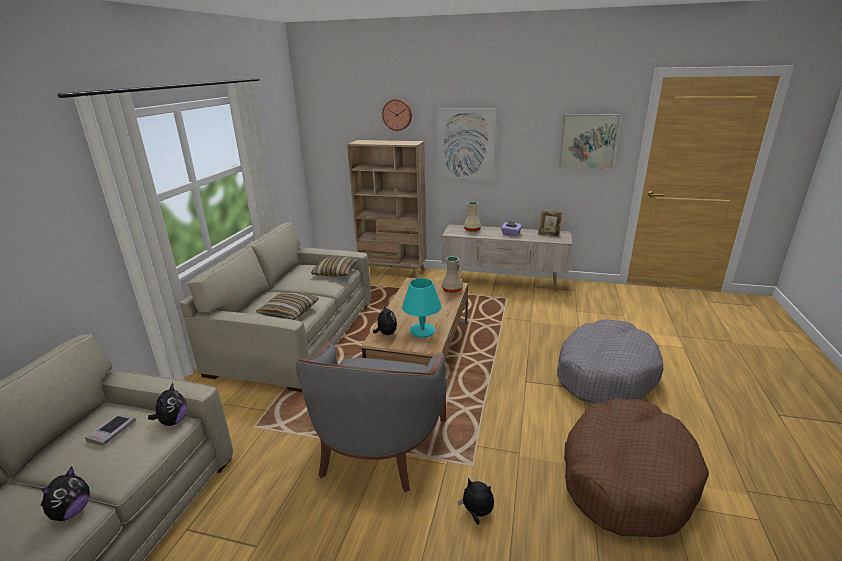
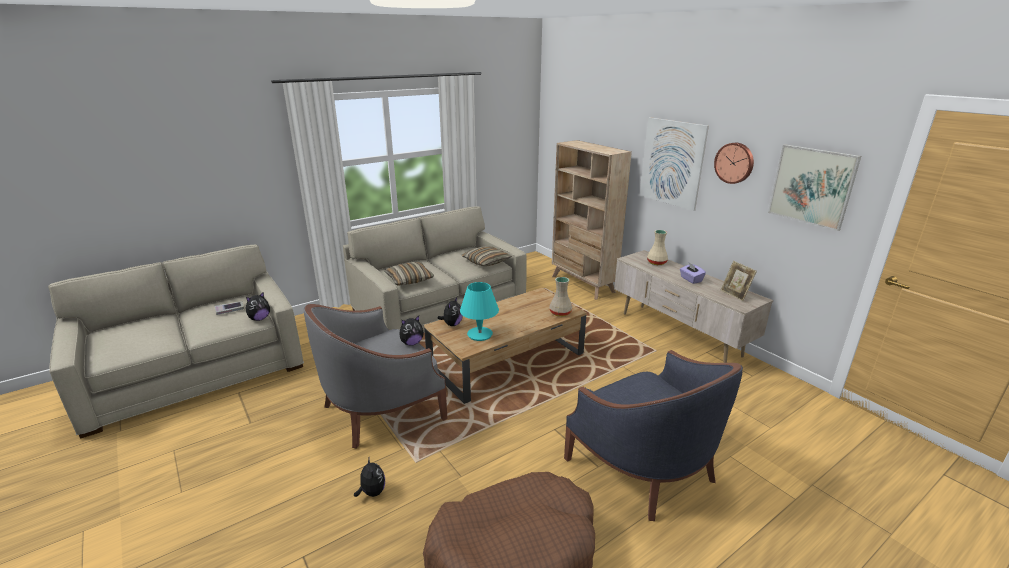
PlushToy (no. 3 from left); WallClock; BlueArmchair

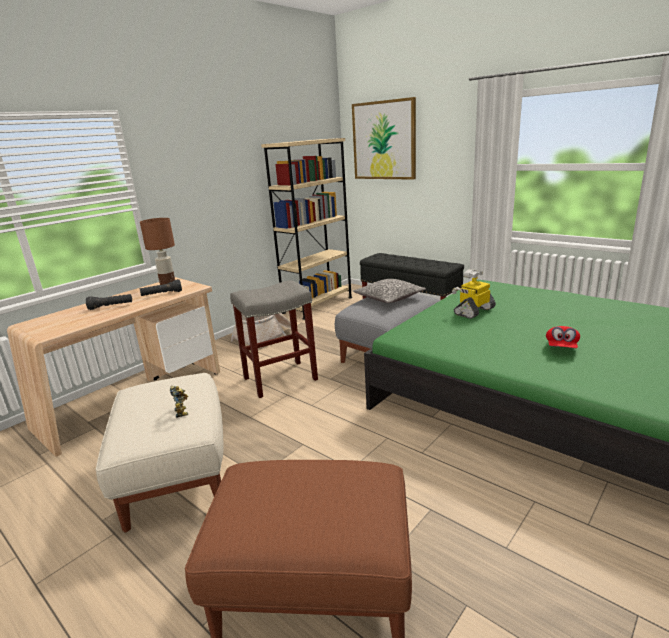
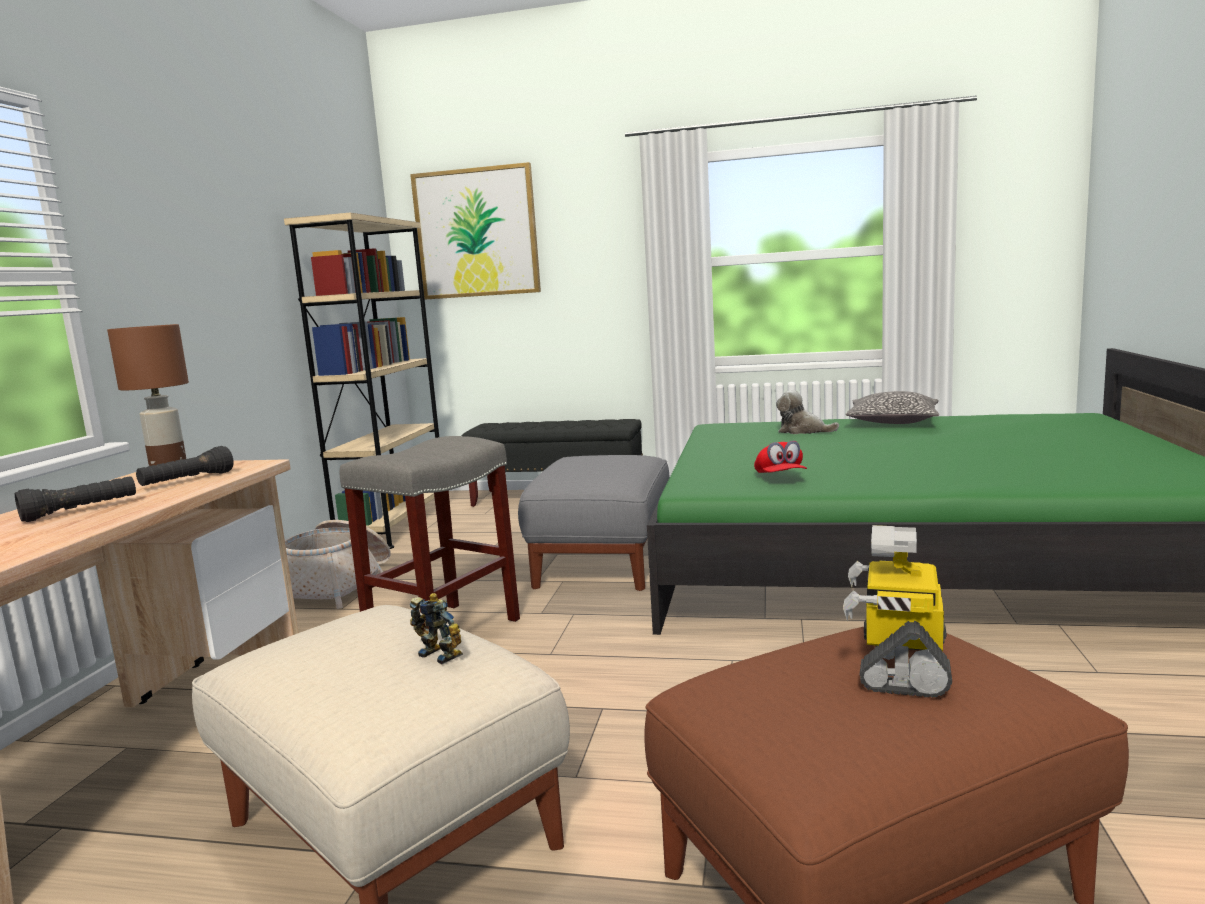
PlushToy; Pillow; ToyRobot (no. 2 from left); RedCap

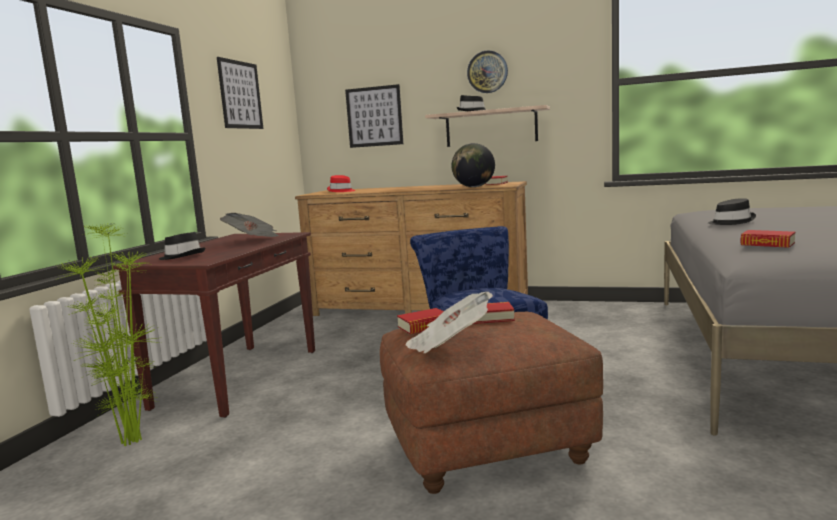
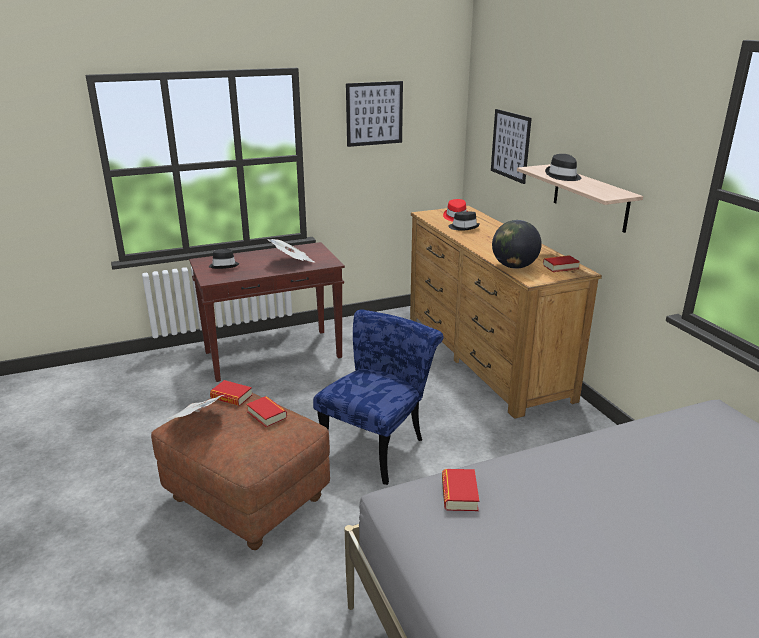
PottedPlant; WallClock; BlackHat (no. 2 from left)

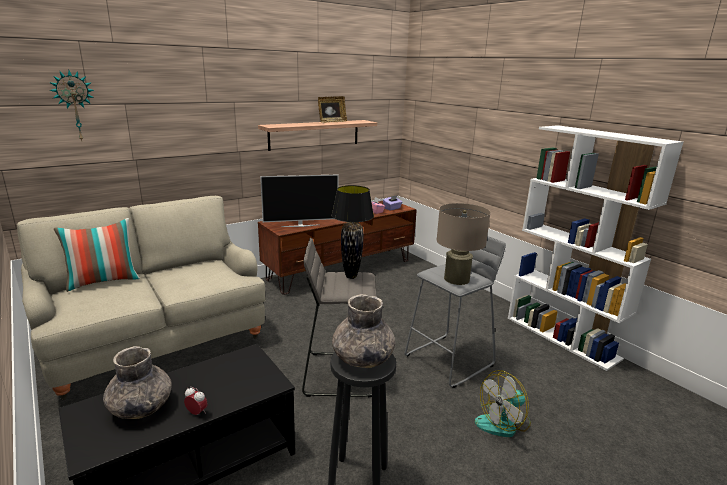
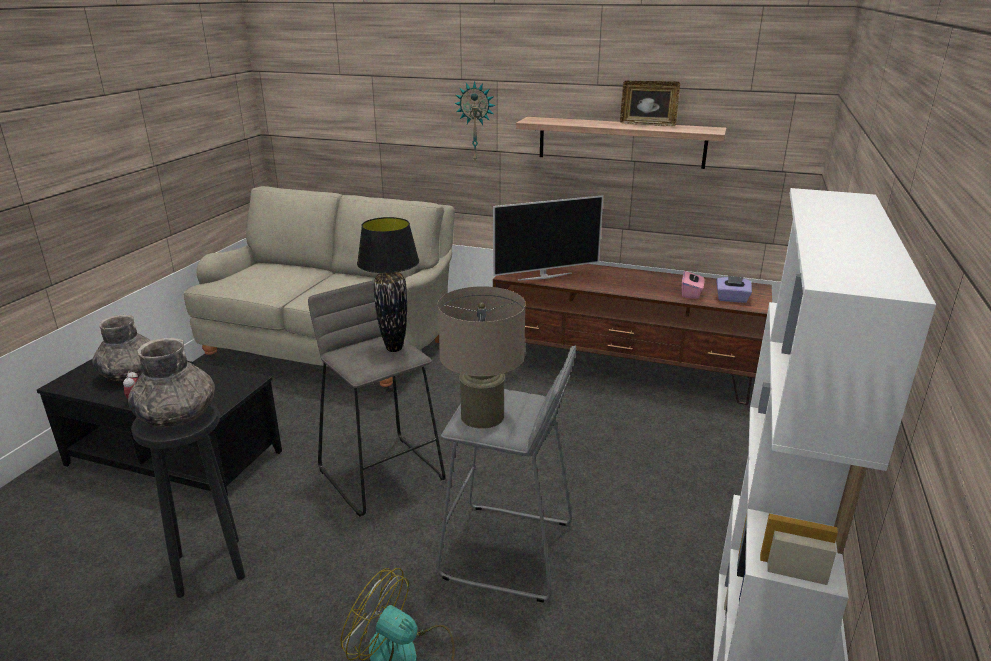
Pillow; WallClock; Television

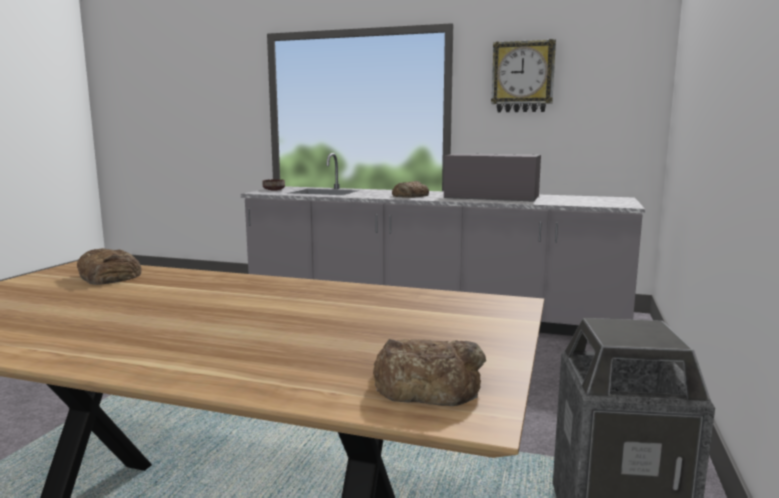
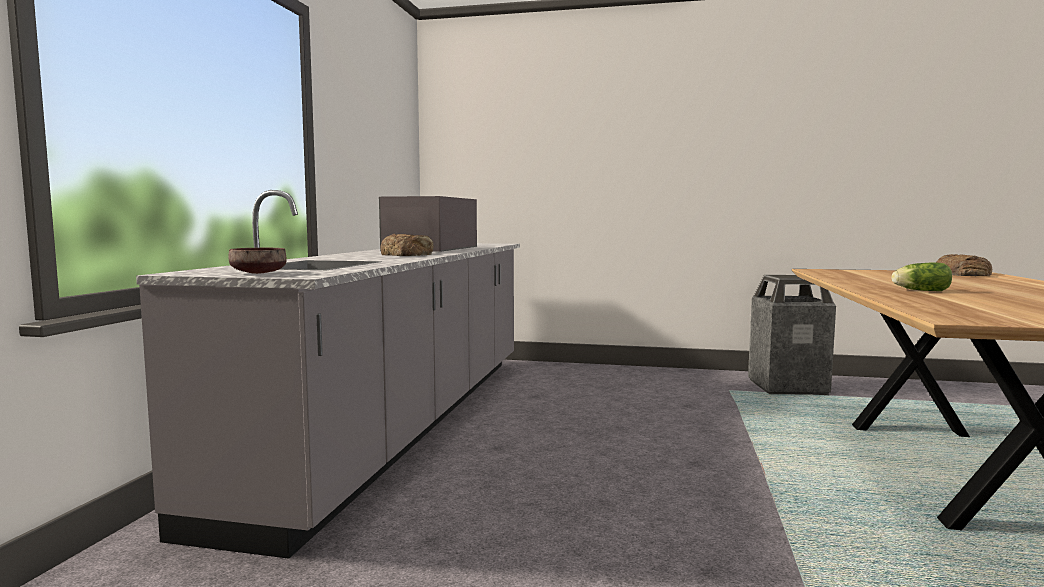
Bread (no. 1 from left in the first image); WallClock; Lettuce

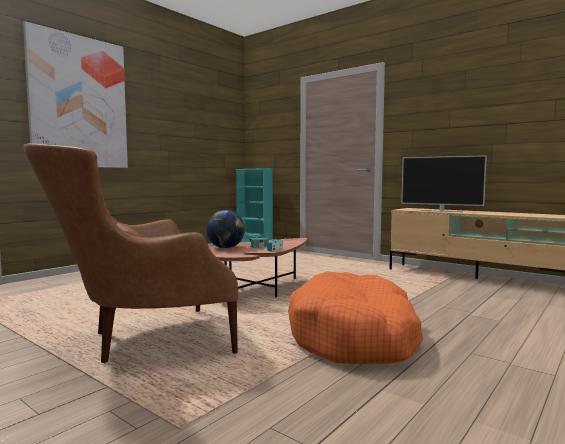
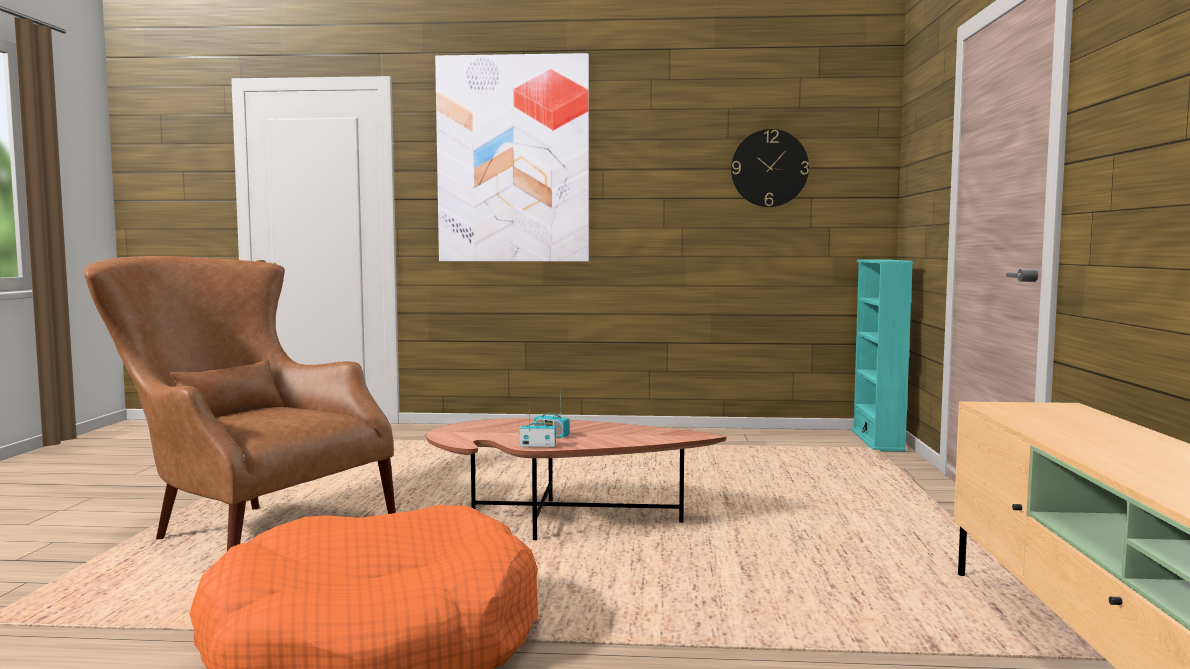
Globe; Television; WallClock

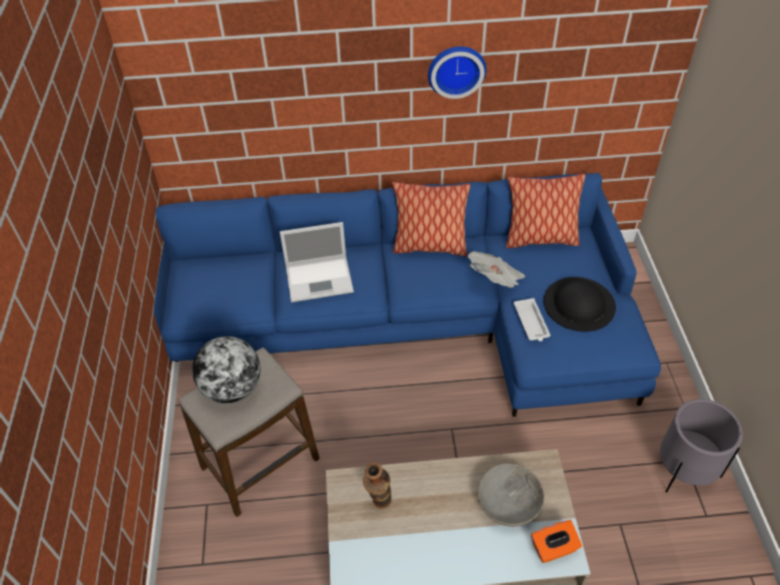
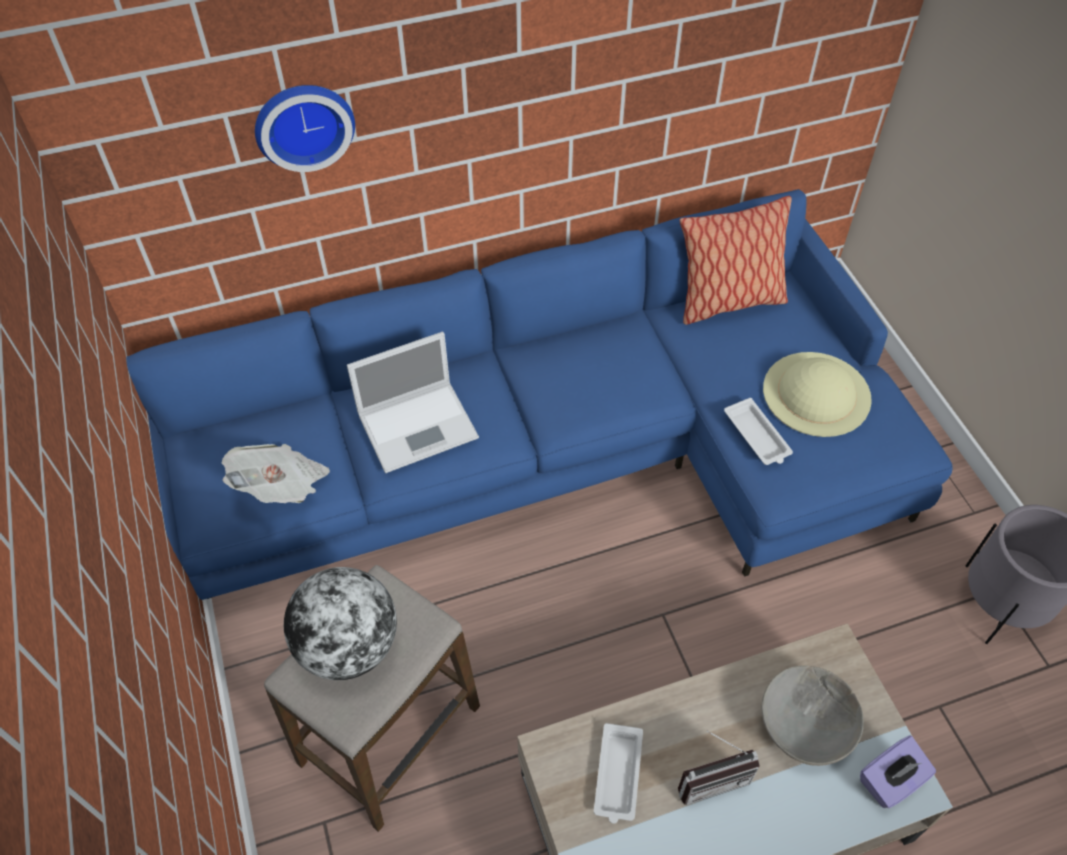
Pillow (no. 1 from left in the first image); Radio; WallClock; Newspaper; WhiteTray (no. 1 from left); PurpleTissueBox; BeigeHat

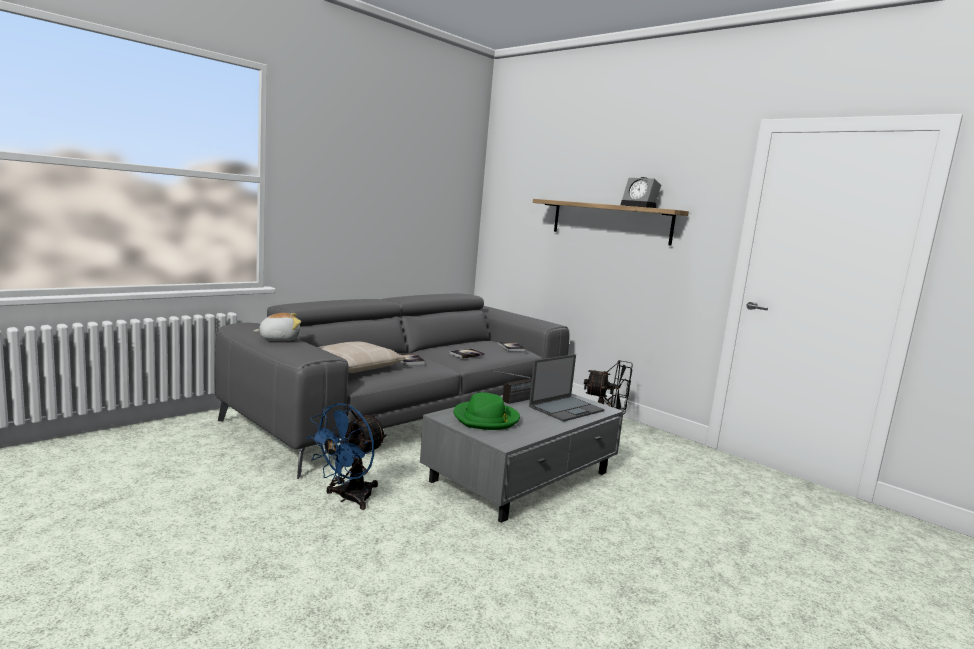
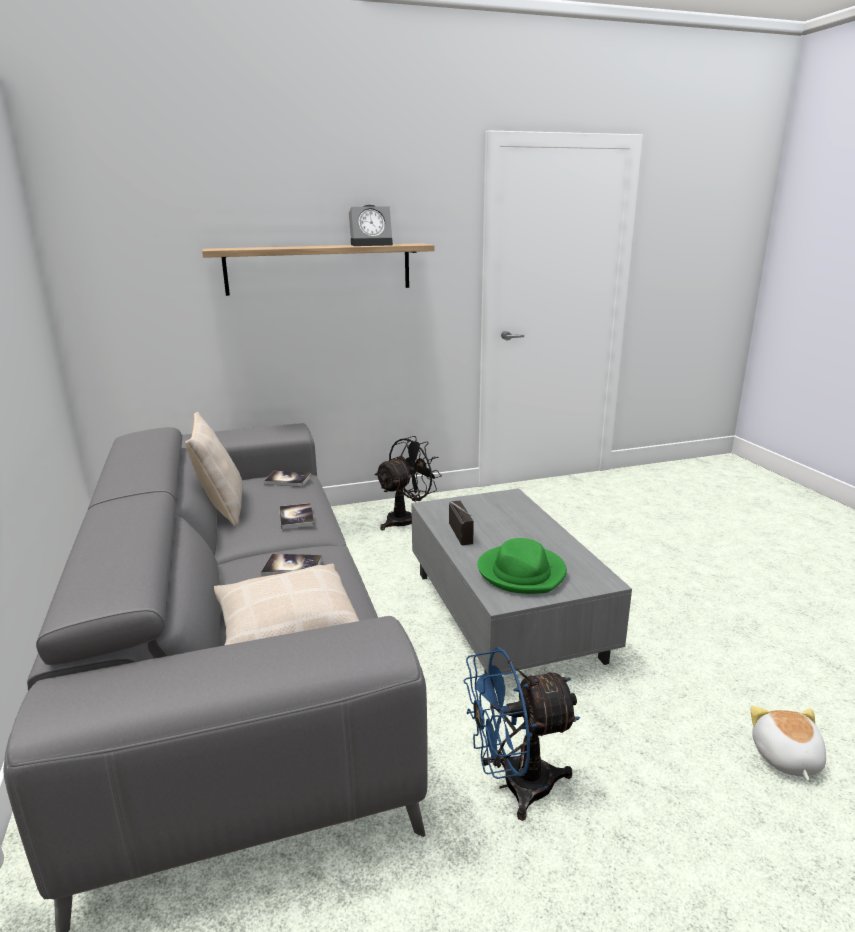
Laptop; BeigePillow (no. 1 from left); PlushToy; BlueFan

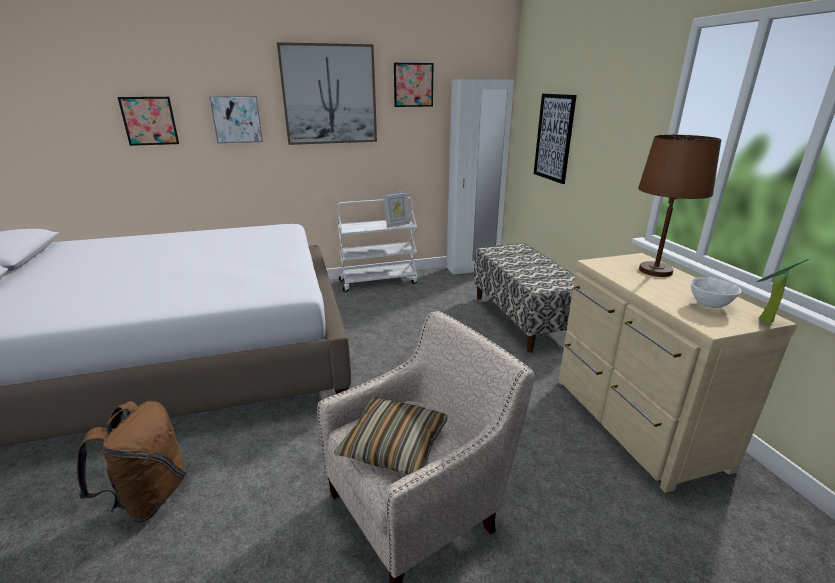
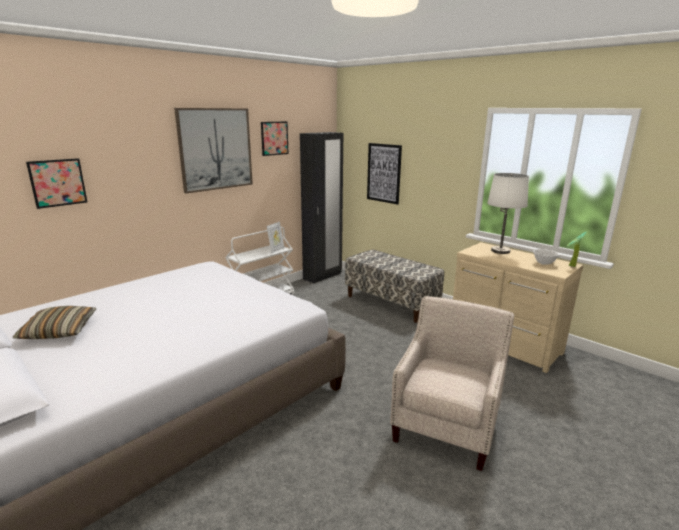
BrownBackpack; Picture (no. 2 from left in the first image); Pillow; BlackWardrobe; WhiteTableLamp

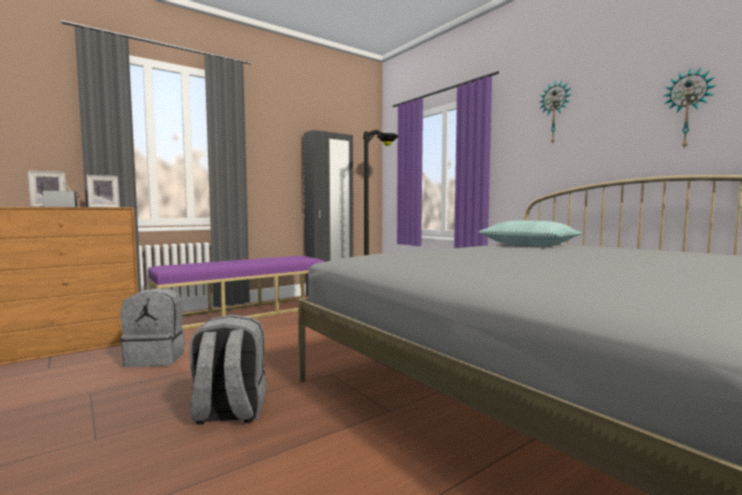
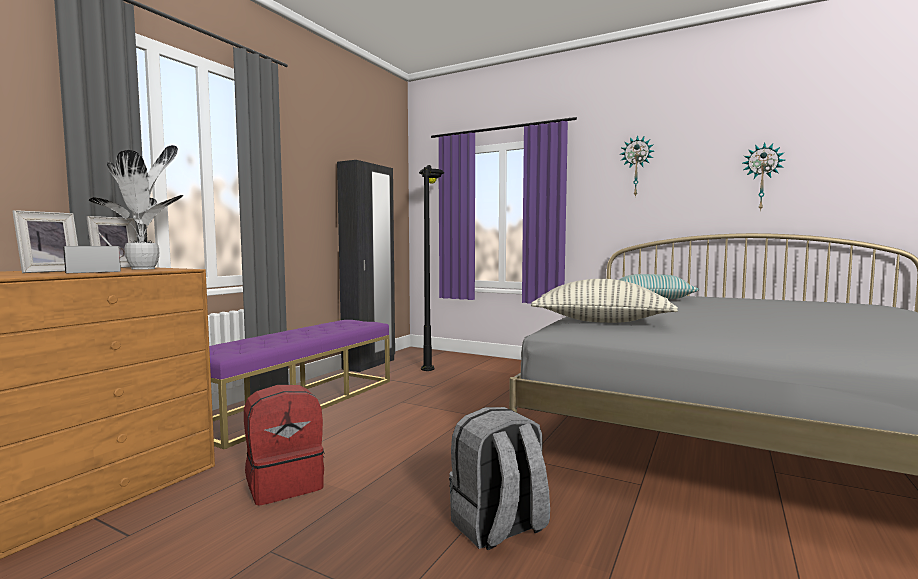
PottedPlant; Pillow (no. 1 from left); RedBackpack

